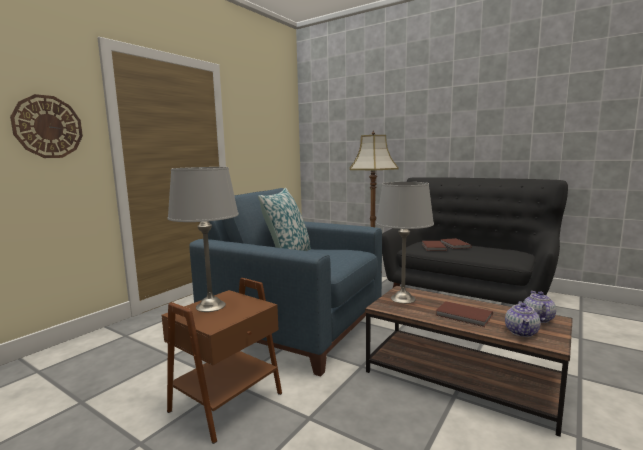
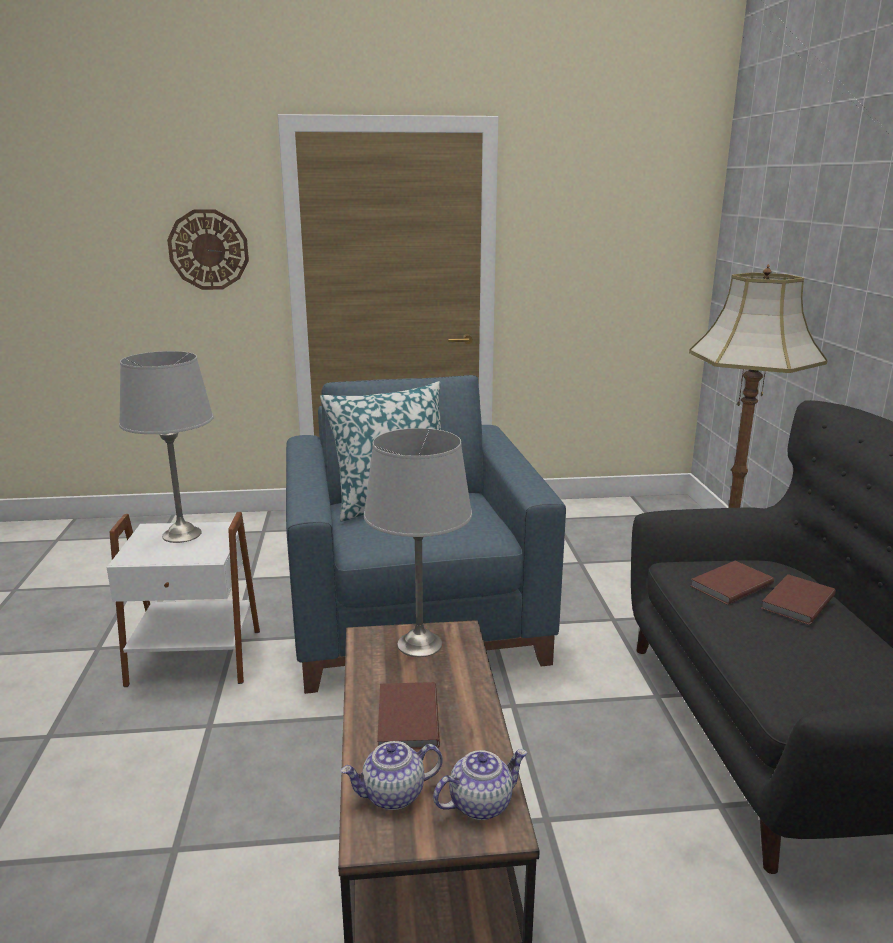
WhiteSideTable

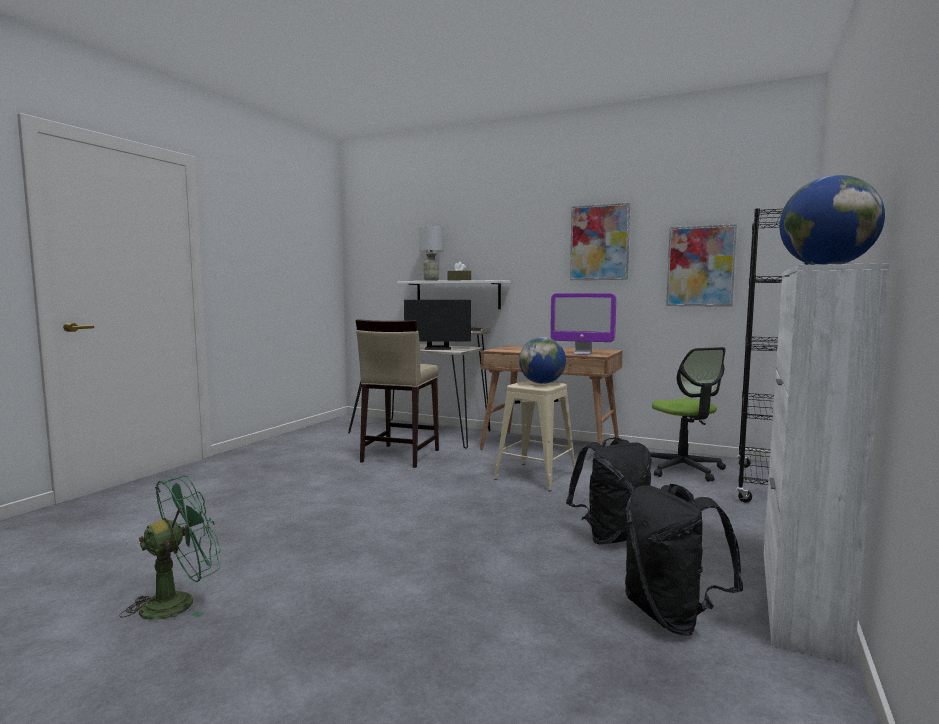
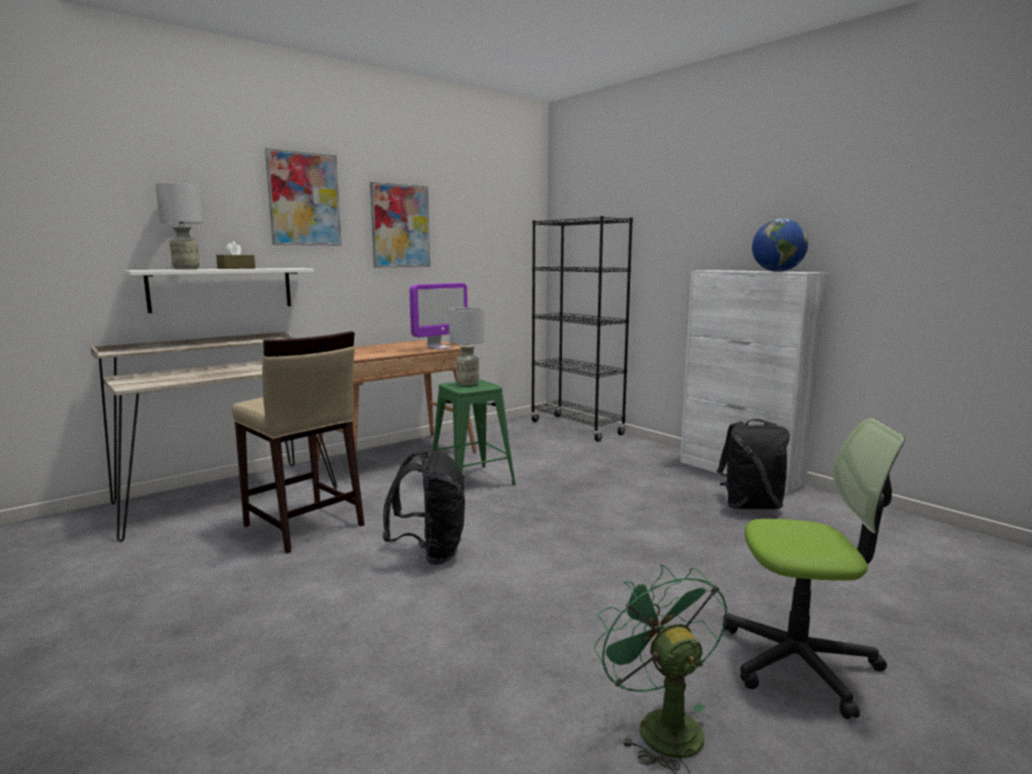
Monitor (no. 1 from left in the first image); BlackBackpack (no. 1 from left); OfficeChair; Picture (no. 1 from left); GreyTableLamp (no. 2 from left); GreenStool

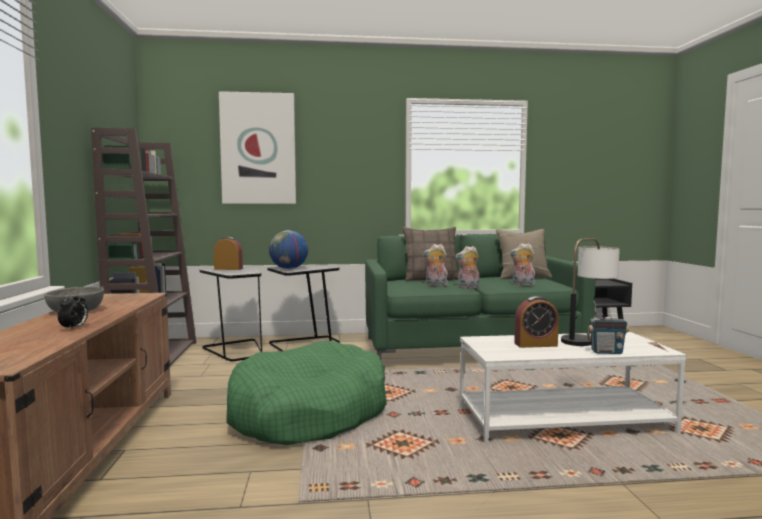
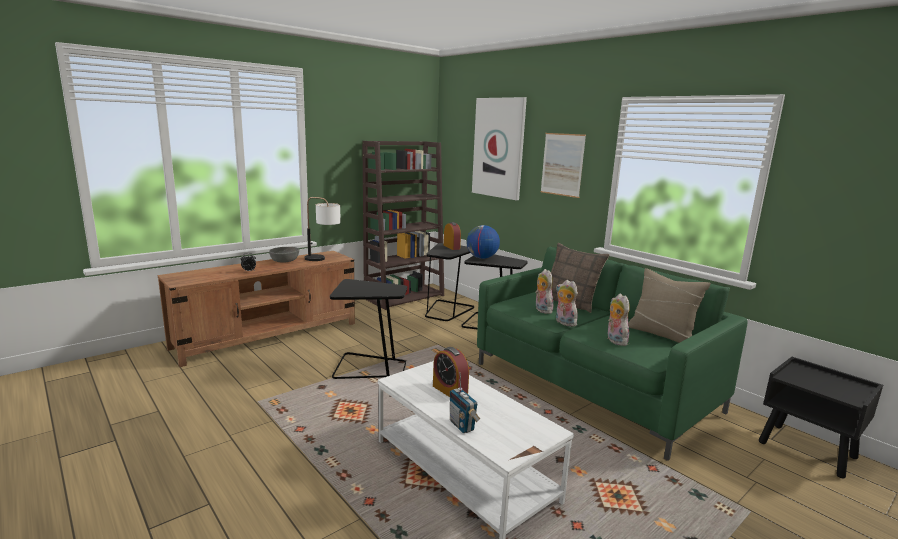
Picture (no. 2 from left); TableLamp; BlackSideTable (no. 1 from left)

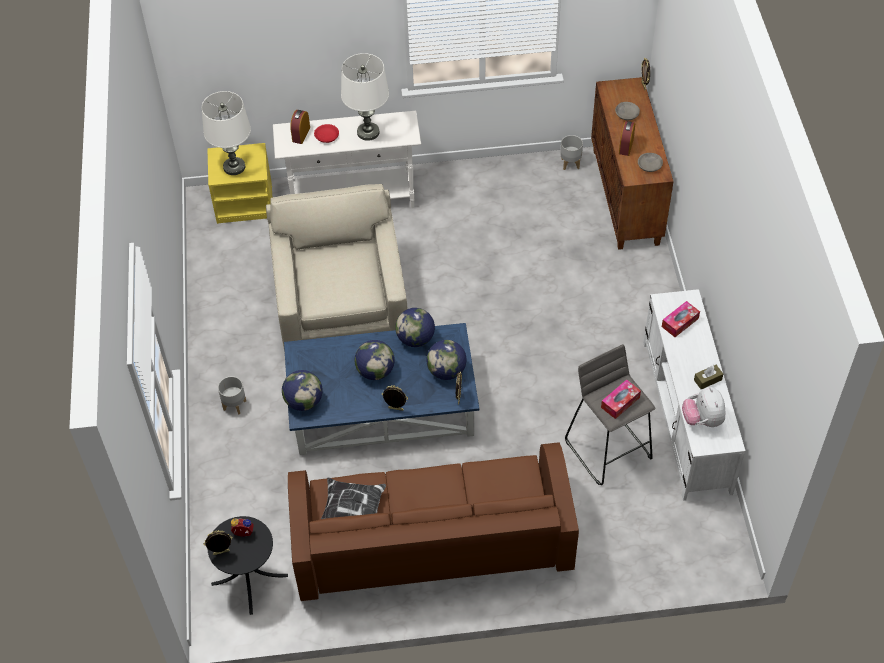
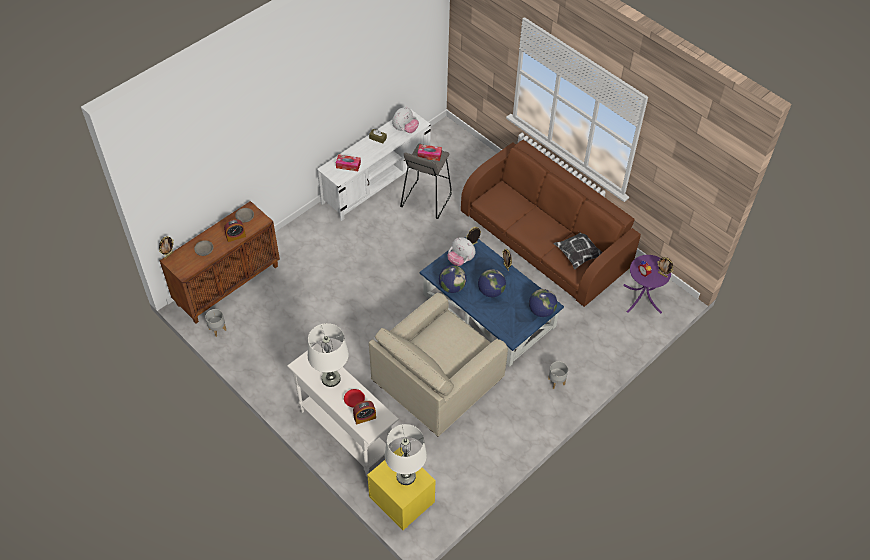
PlushToy (no. 2 from left); PurpleSideTable

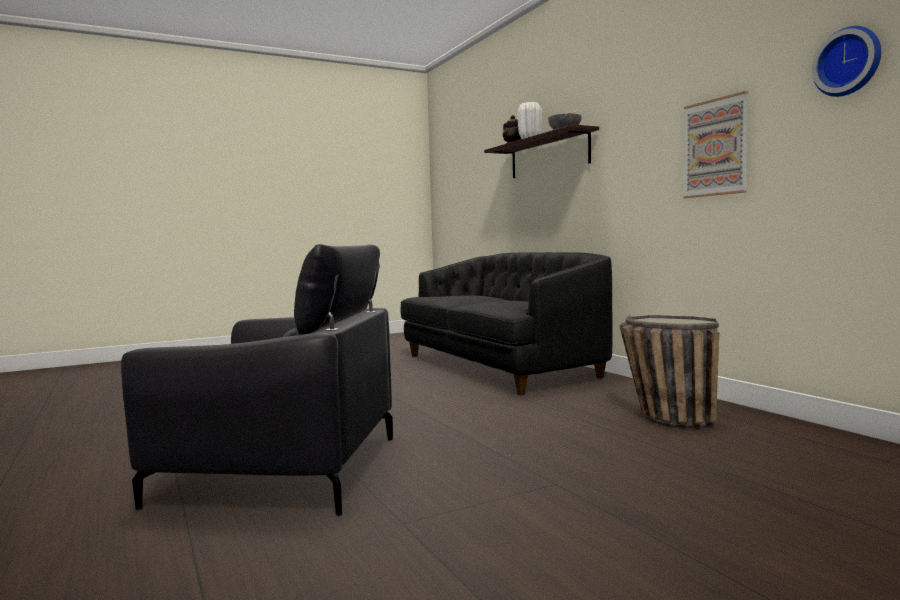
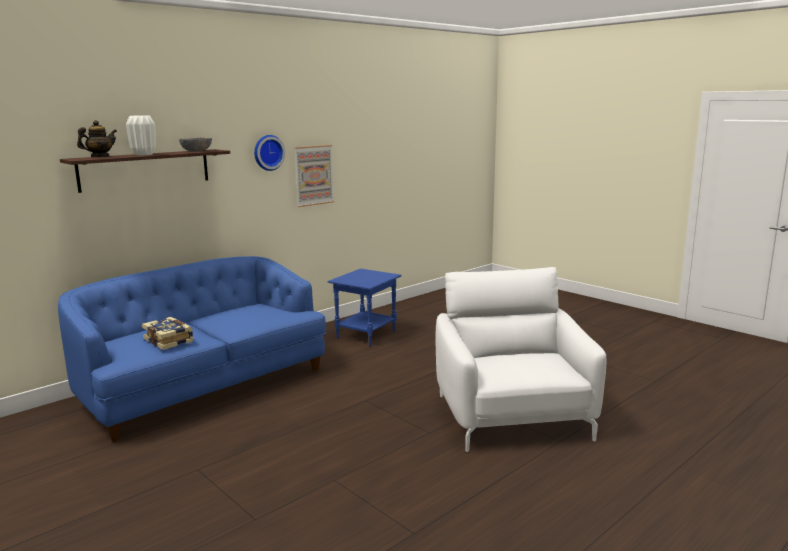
Book; WallClock; BlueSideTable; WhiteArmchair; BlueSofa

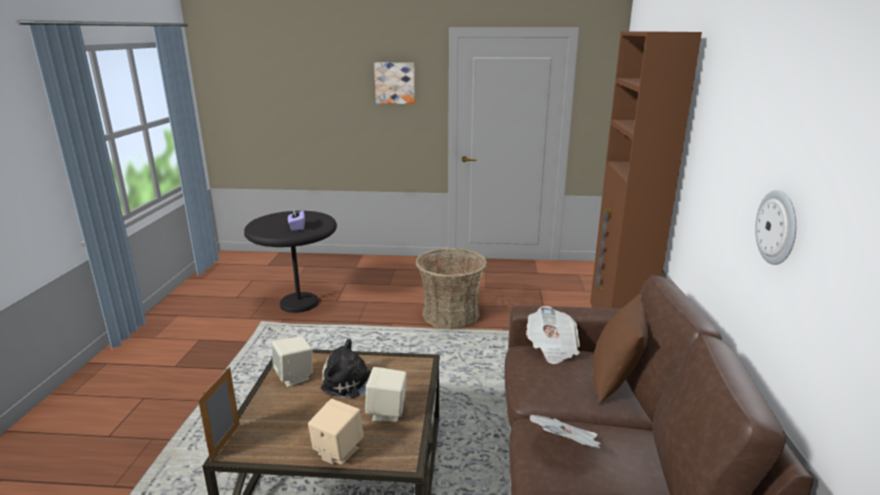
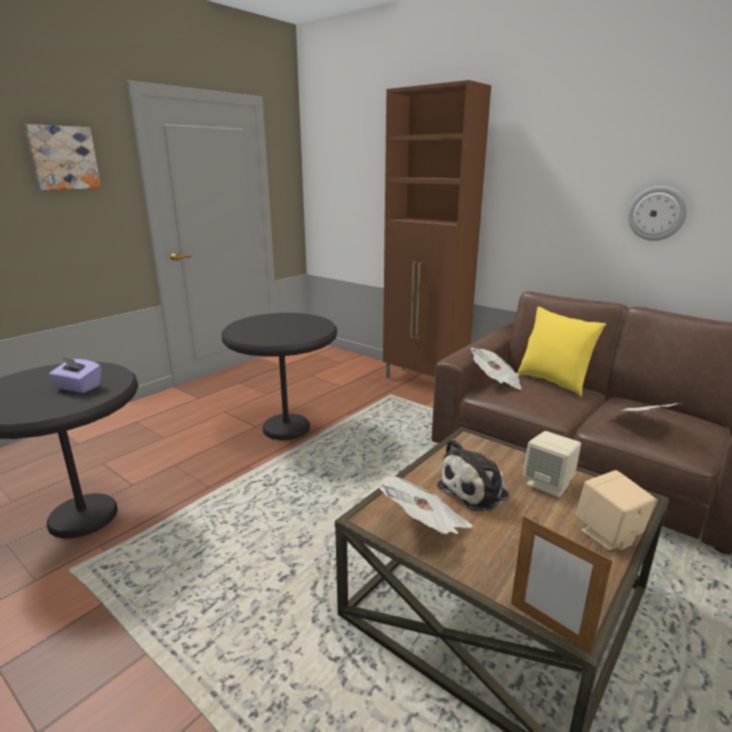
Newspaper (no. 1 from left); BlackSideTable (no. 2 from left); YellowPillow

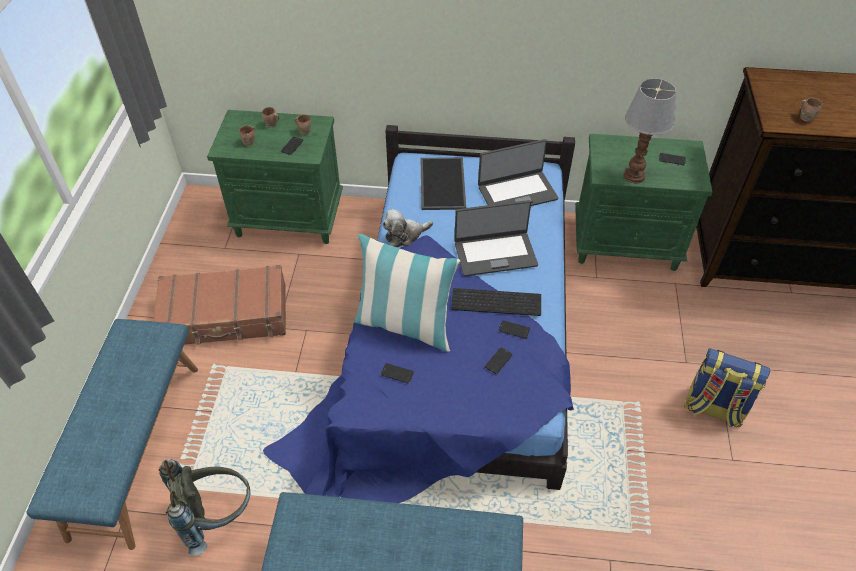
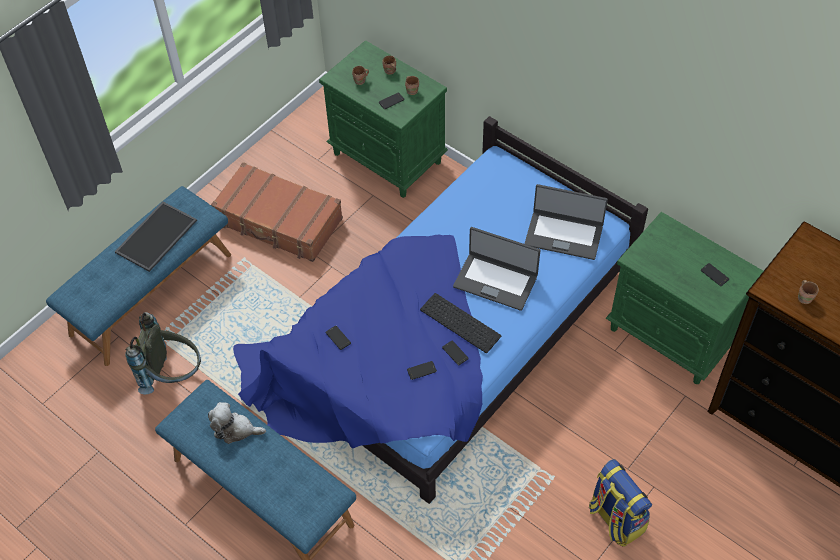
Pillow; TableLamp; PlushToy; Tray

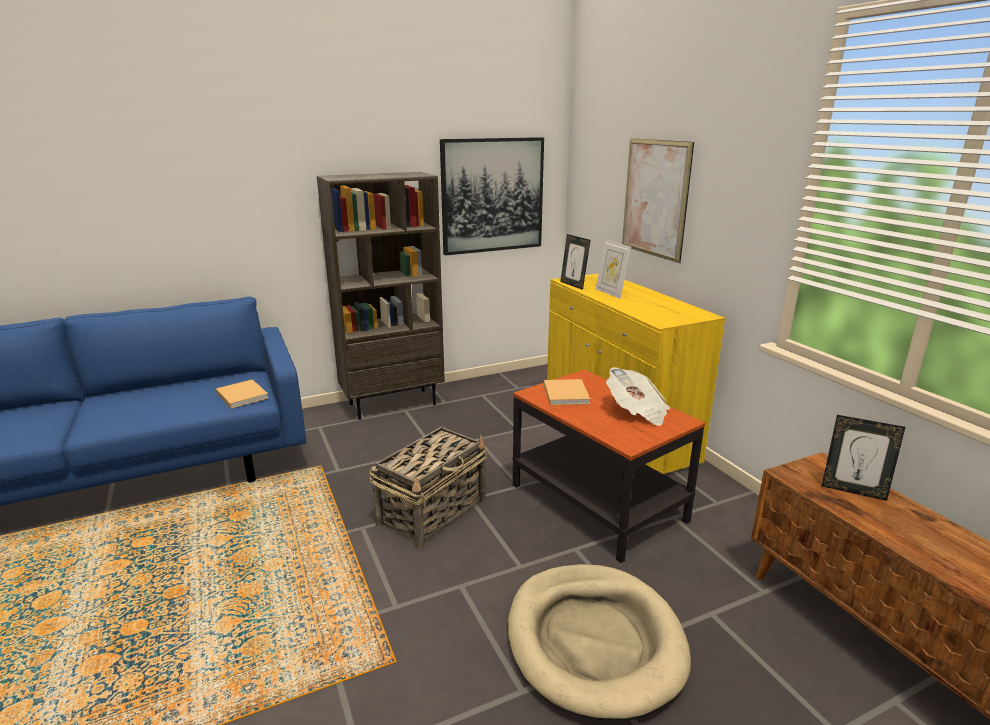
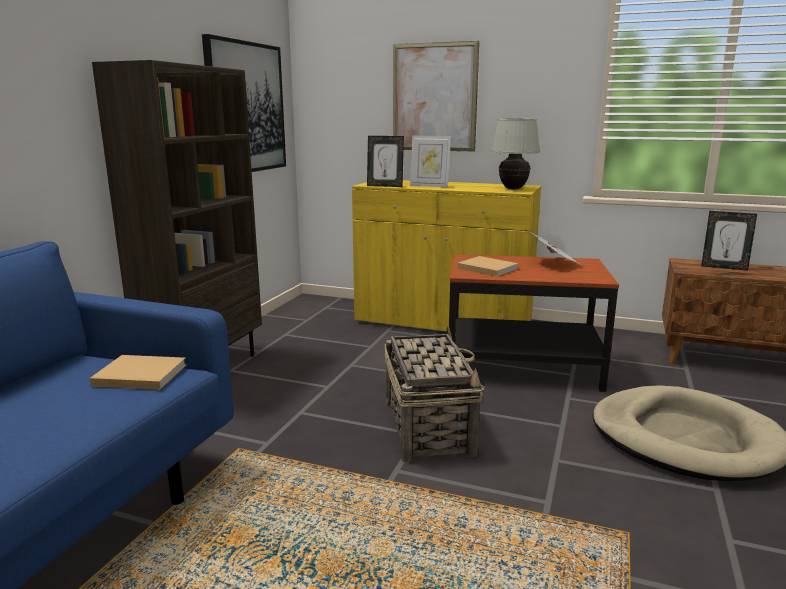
WhiteTableLamp; PictureFrame (no. 3 from left)

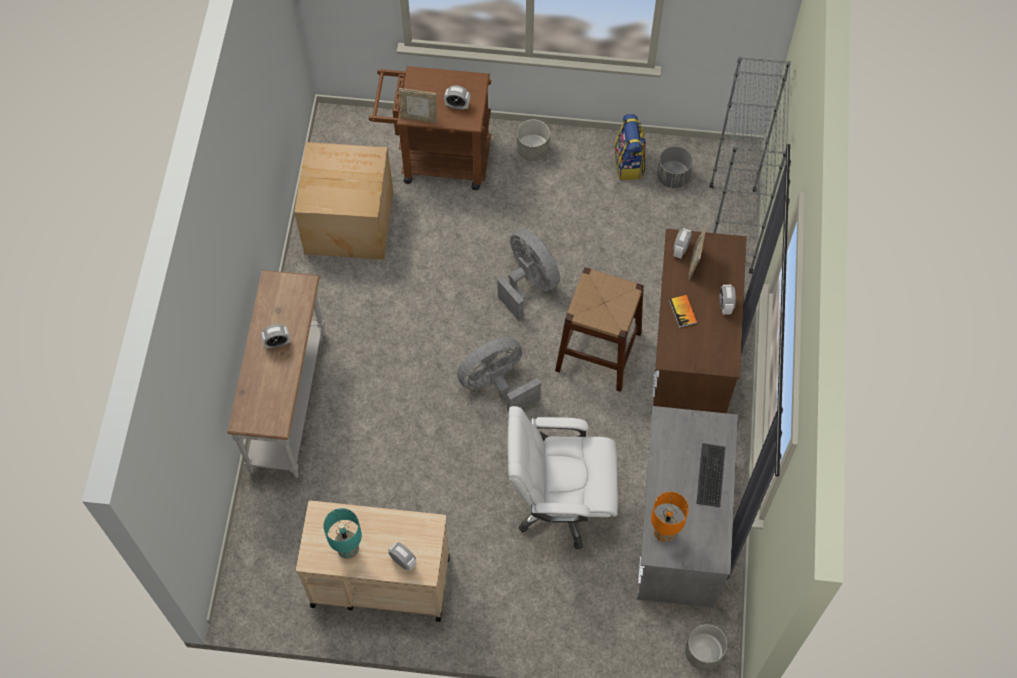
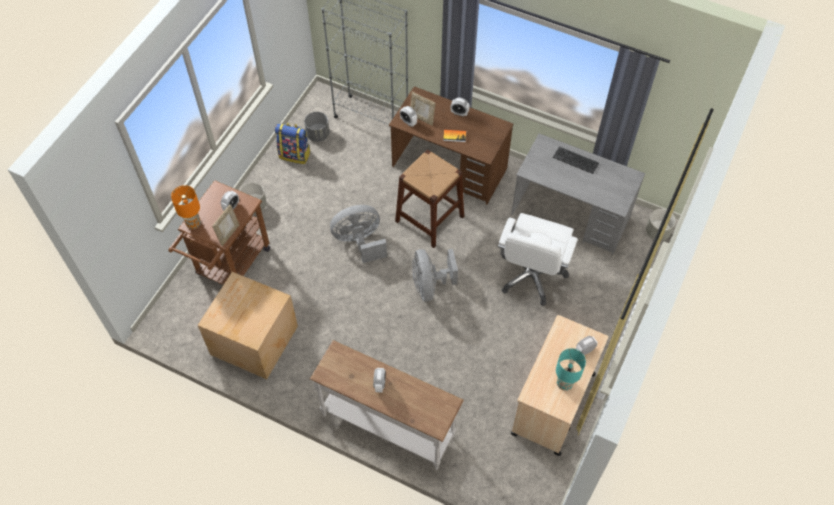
OrangeTableLamp

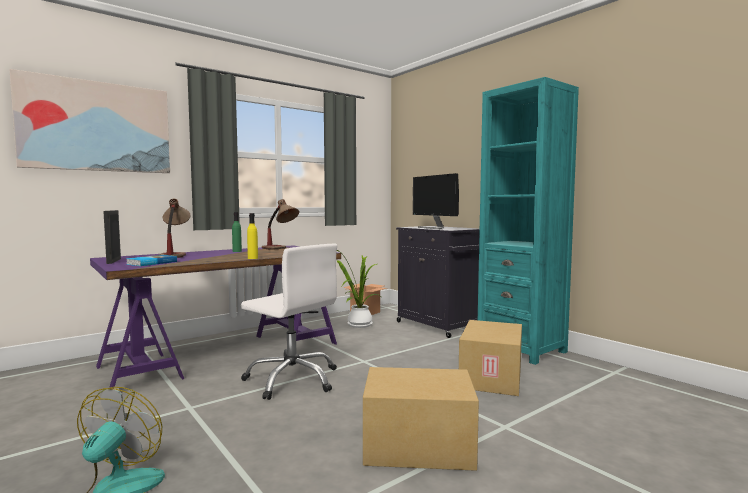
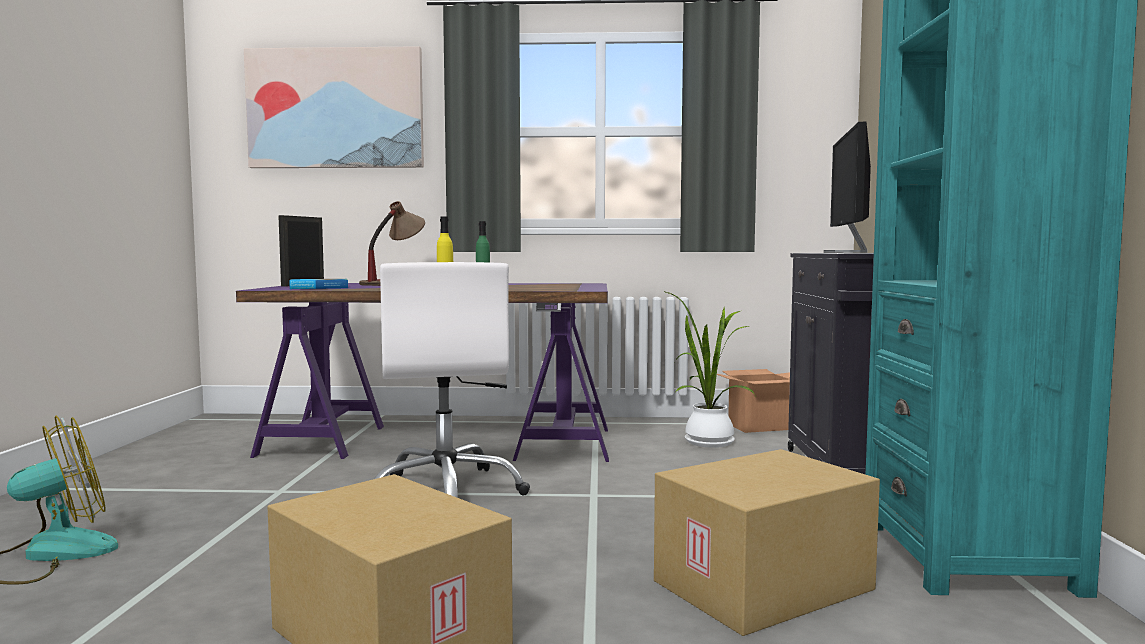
TableLamp (no. 2 from left in the first image)

